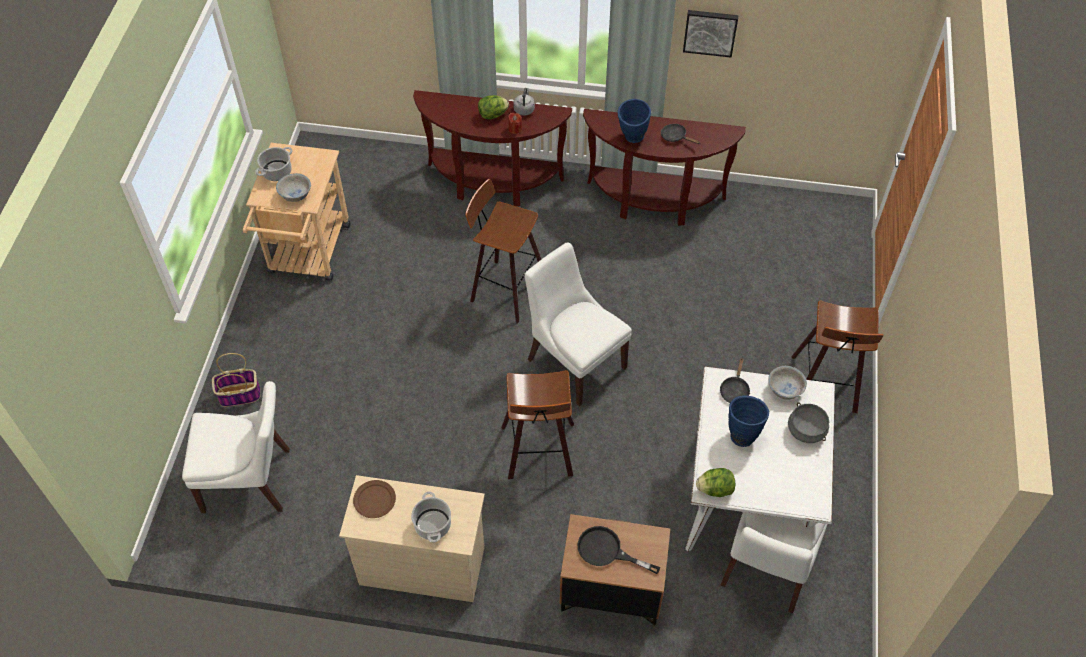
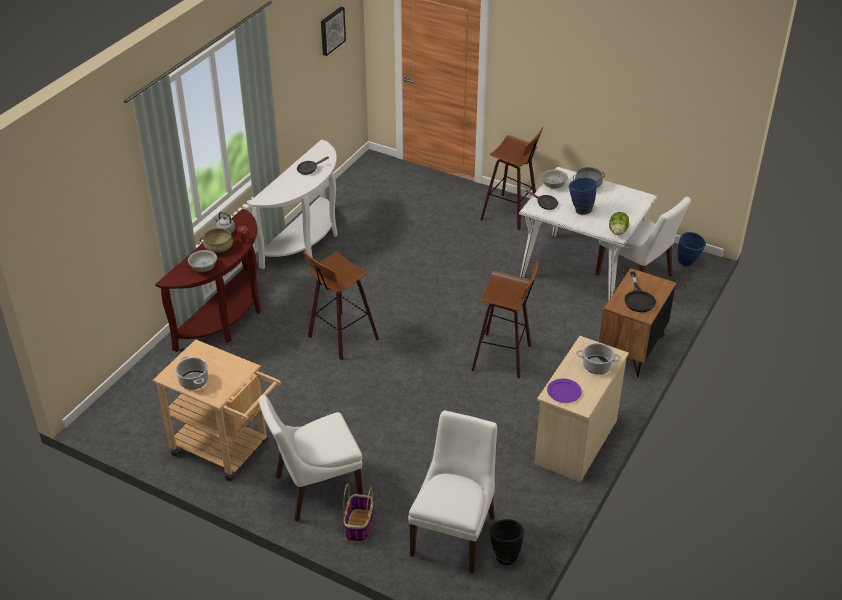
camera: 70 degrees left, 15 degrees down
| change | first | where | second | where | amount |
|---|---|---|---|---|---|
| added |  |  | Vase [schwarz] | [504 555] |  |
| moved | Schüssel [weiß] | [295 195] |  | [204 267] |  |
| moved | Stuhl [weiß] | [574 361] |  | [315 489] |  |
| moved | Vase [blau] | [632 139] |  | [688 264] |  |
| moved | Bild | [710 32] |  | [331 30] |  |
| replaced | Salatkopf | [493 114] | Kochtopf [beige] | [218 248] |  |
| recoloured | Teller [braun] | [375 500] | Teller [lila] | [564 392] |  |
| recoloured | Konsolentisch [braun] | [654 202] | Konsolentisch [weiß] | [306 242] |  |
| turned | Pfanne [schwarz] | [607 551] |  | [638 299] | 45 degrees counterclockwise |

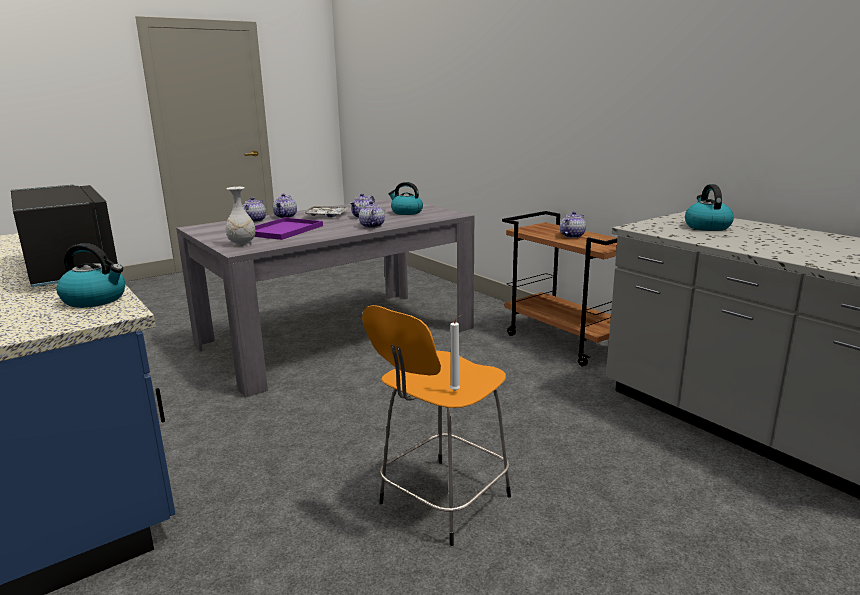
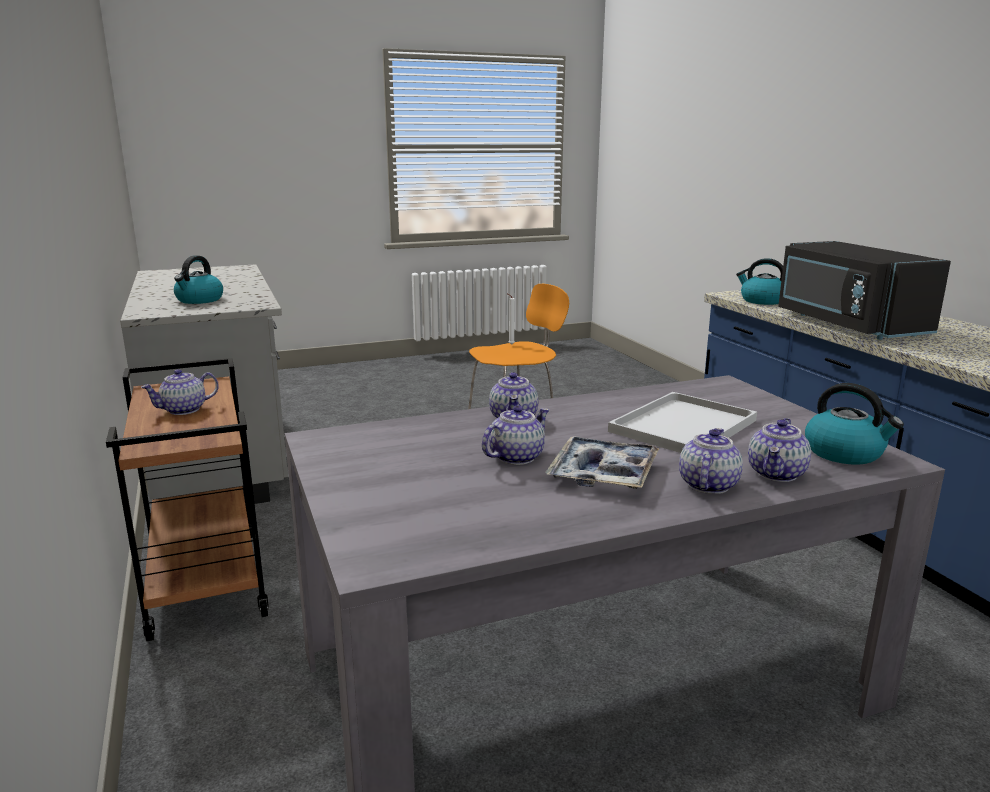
camera: 165 degrees left, 0 degrees up
| change | first | where | second | where | amount |
|---|---|---|---|---|---|
| removed | Vase [weiß] | [241 244] |  |  |  |
| moved | Wasserkessel | [406 212] |  | [845 453] |  |
| recoloured | Tablett [lila] | [282 230] | Tablett [weiß] | [683 425] |  |

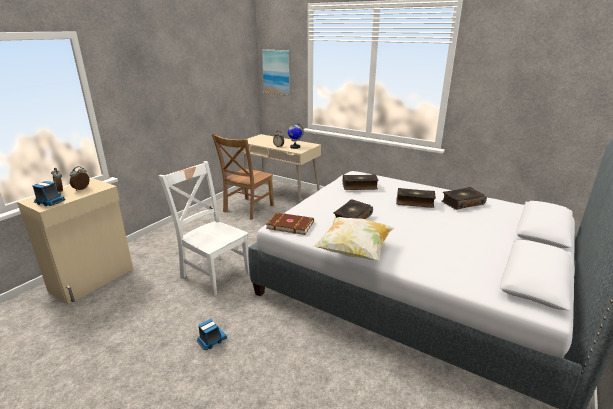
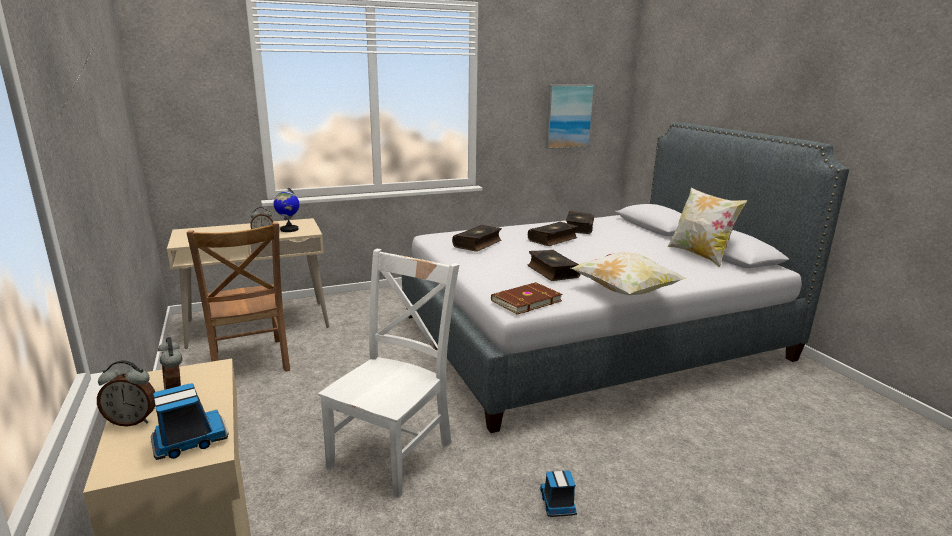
camera: 55 degrees left, 5 degrees down
| change | first | where | second | where | amount |
|---|---|---|---|---|---|
| added |  |  | Kissen | [700 255] |  |
| moved | Bild | [277 72] |  | [568 116] |  |
| turned | Stuhl [weiß] | [214 273] |  | [394 452] | 135 degrees clockwise |

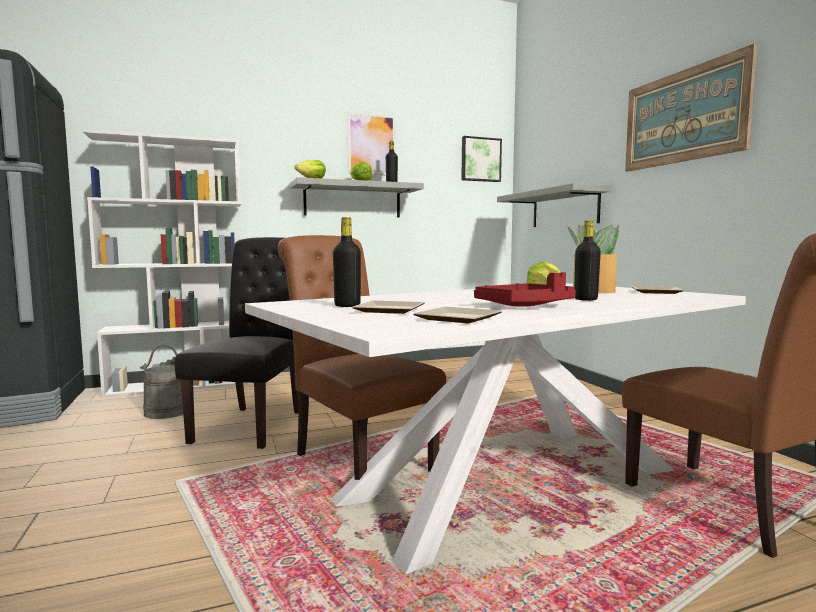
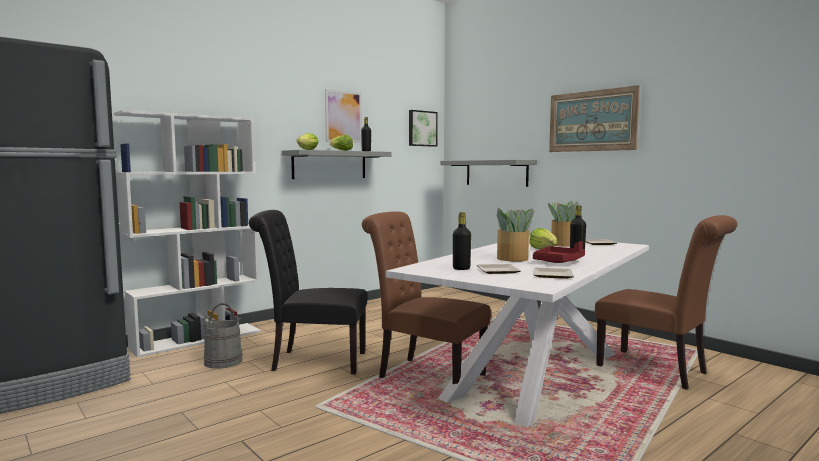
camera: 20 degrees left, 0 degrees up
| change | first | where | second | where | amount |
|---|---|---|---|---|---|
| added |  |  | Topfpflanze | [513 259] |  |
| turned | Stuhl [schwarz] | [253 423] |  | [313 361] | 75 degrees counterclockwise |

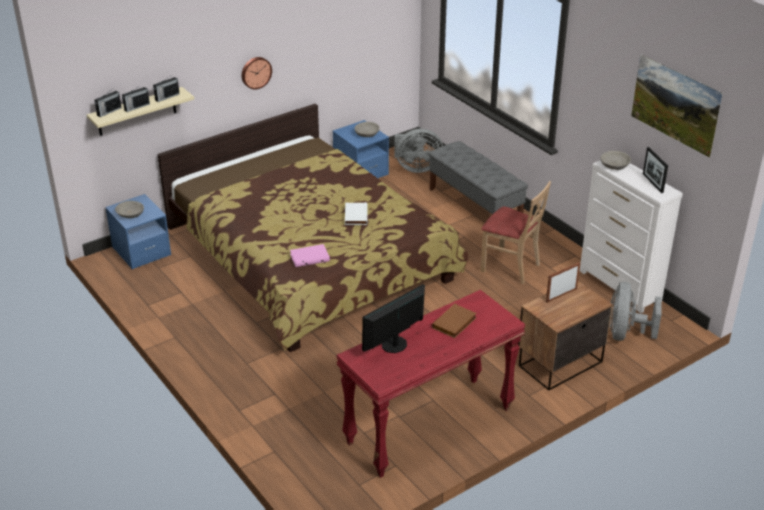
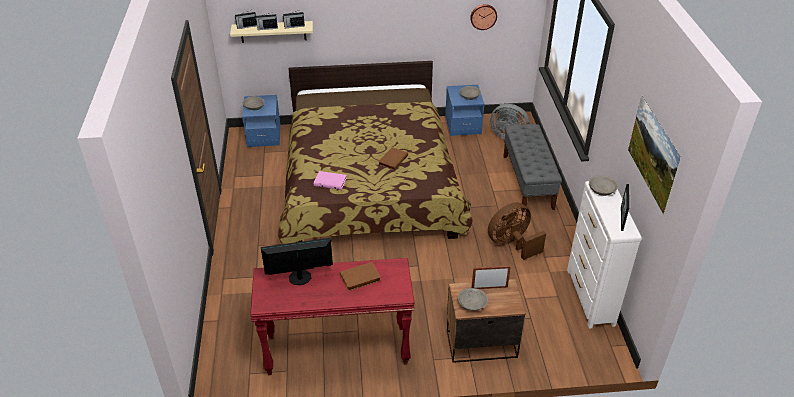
camera: 30 degrees right, 5 degrees up
| change | first | where | second | where | amount |
|---|---|---|---|---|---|
| removed | Ventilator [grau] | [625 333] |  |  |  |
| added |  |  | Schüssel [grau] | [472 304] |  |
| moved | Wanduhr | [255 72] |  | [483 16] |  |
| replaced | Stuhl [beige] | [510 267] | Ventilator [braun] | [512 244] |  |
| recoloured | Buch [weiß] | [355 215] | Buch [braun] | [392 160] |  |

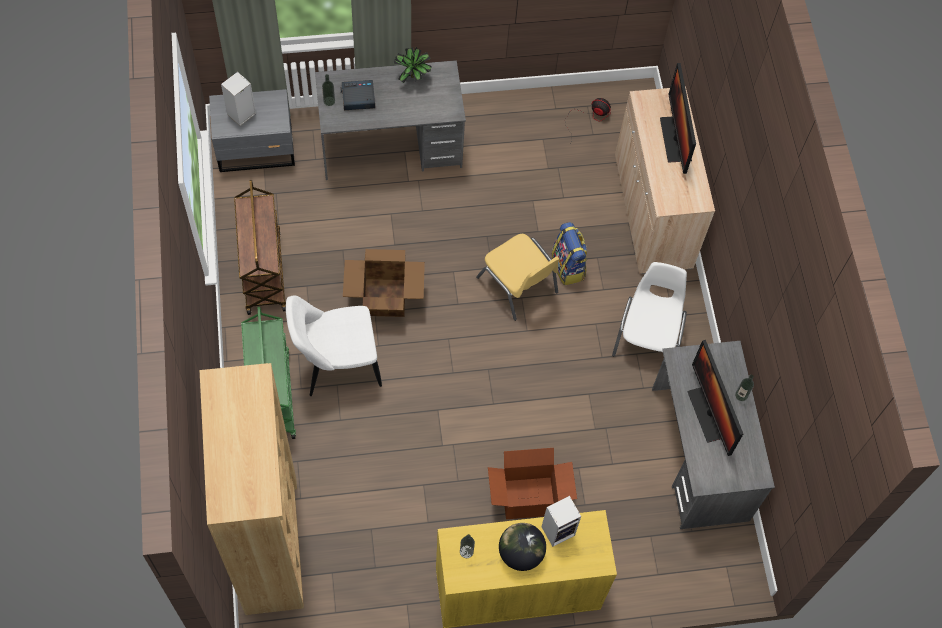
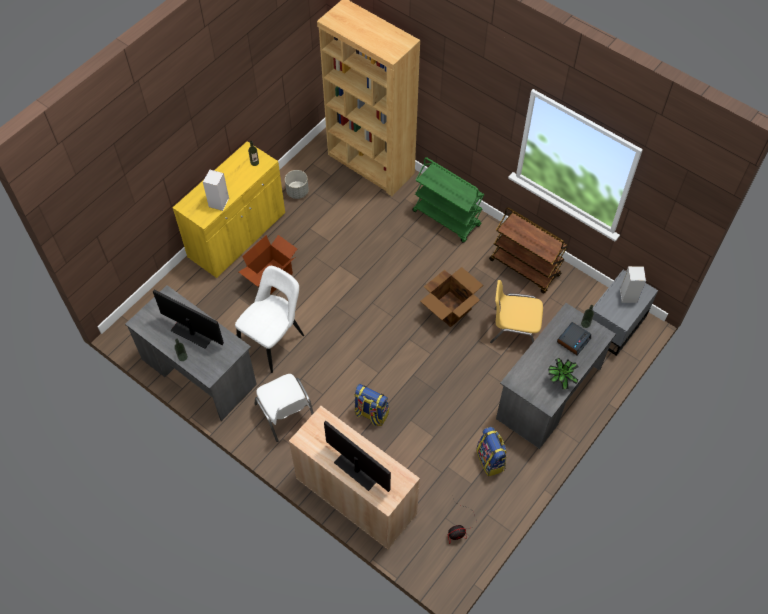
camera: 140 degrees right, 5 degrees down
| change | first | where | second | where | amount |
|---|---|---|---|---|---|
| removed | Globus | [520 553] |  |  |  |
| added |  |  | Pflanzkübel [grau] | [297 192] |  |
| added |  |  | Rucksack | [491 460] |  |
| moved | Stuhl [weiß] | [337 366] |  | [274 341] |  |
| moved | Stuhl [gelb] | [518 285] |  | [514 328] |  |

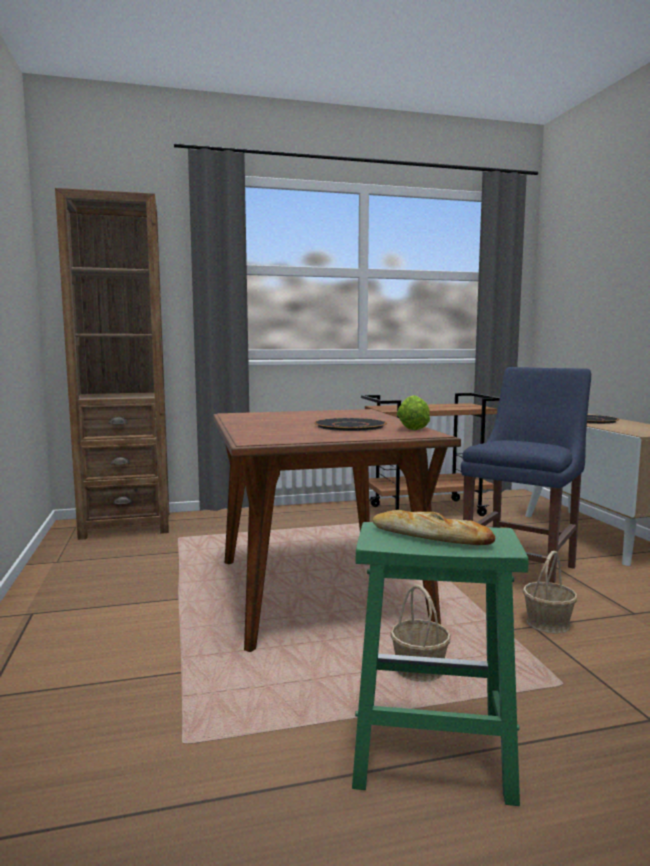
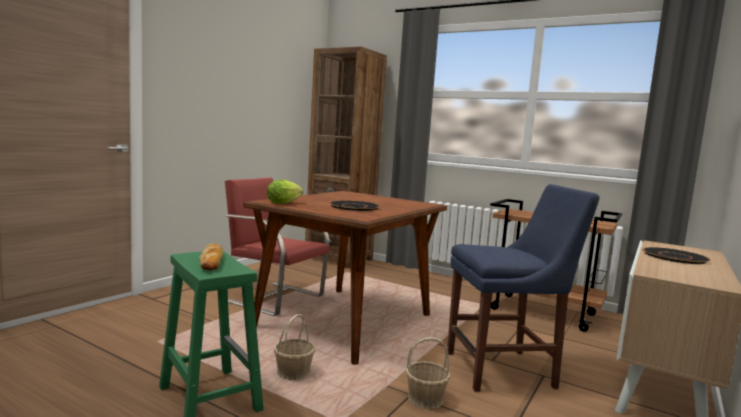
camera: 45 degrees right, 0 degrees up
| change | first | where | second | where | amount |
|---|---|---|---|---|---|
| added |  |  | Stuhl [rot] | [274 298] |  |
| moved | Salatkopf | [412 428] |  | [285 203] |  |

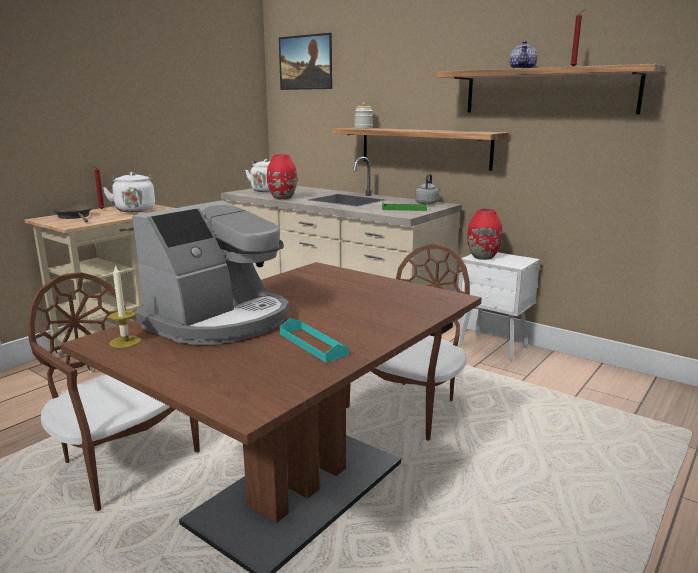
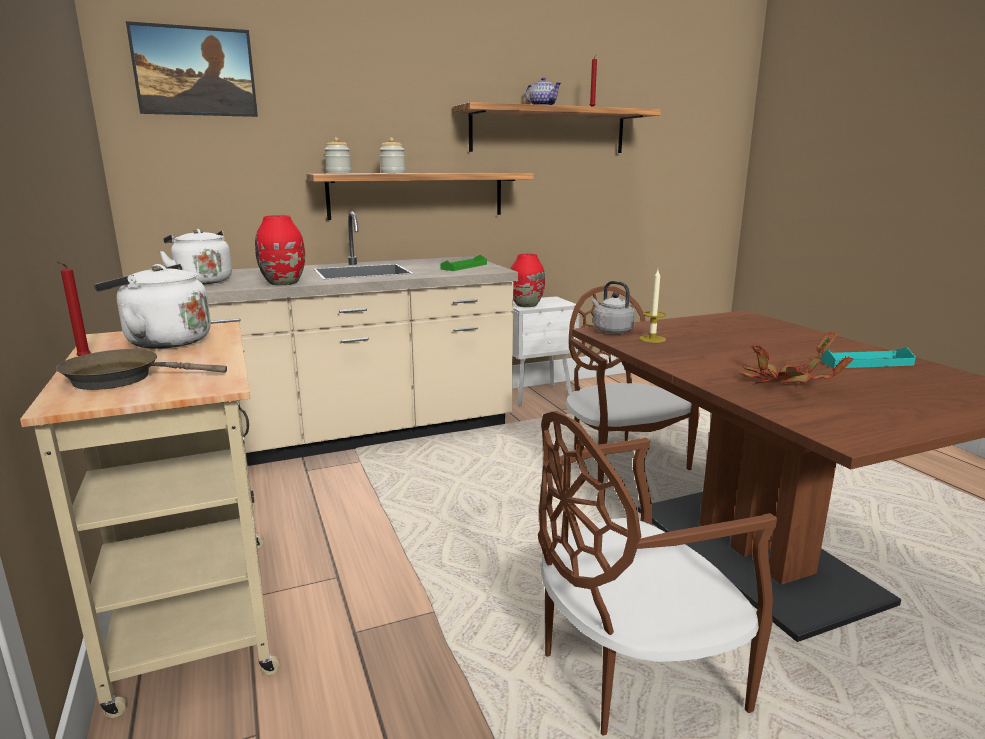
camera: 60 degrees left, 0 degrees up
| change | first | where | second | where | amount |
|---|---|---|---|---|---|
| added |  |  | Vorratsglas | [393 173] |  |
| moved | Kerze | [125 342] |  | [652 339] |  |
| moved | Wasserkessel [grau] | [427 203] |  | [611 330] |  |
| replaced | Kaffeemaschine | [220 321] | Topfpflanze | [782 382] |  |

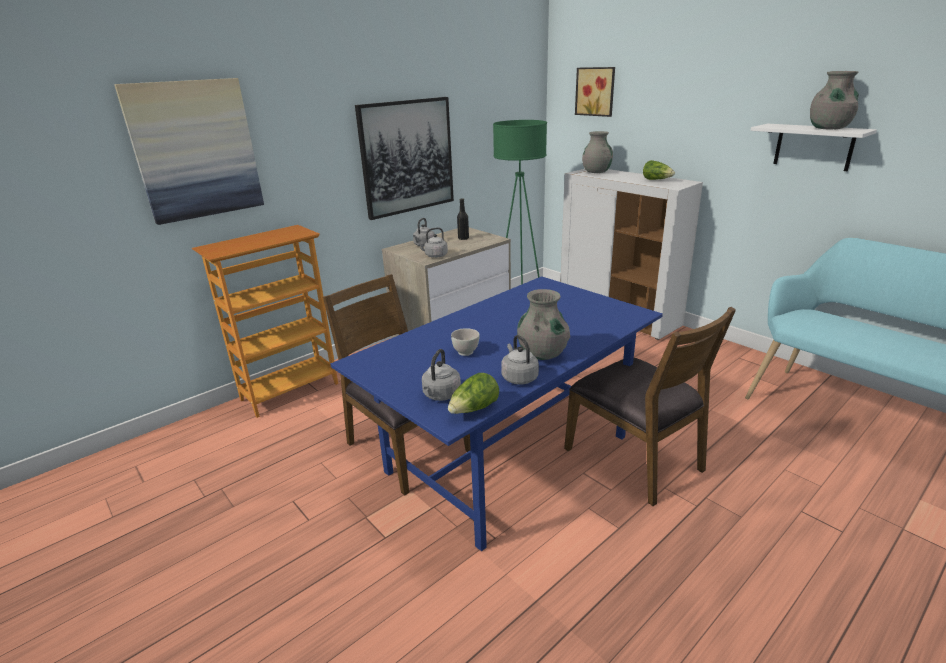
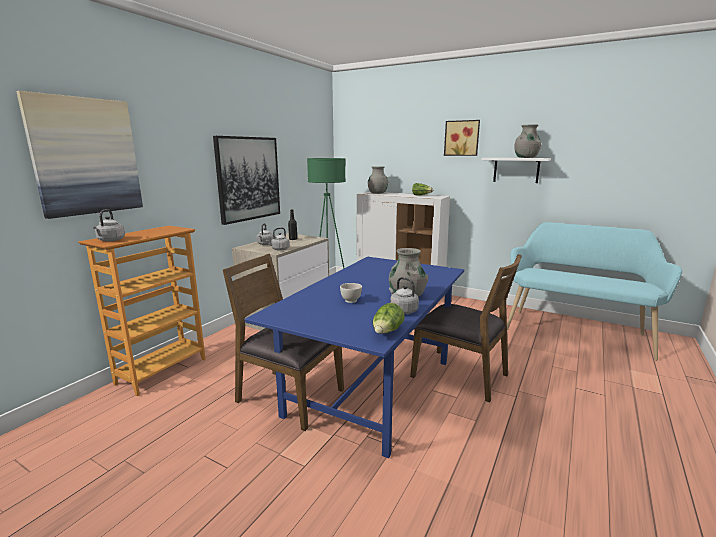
camera: 20 degrees left, 10 degrees down
| change | first | where | second | where | amount |
|---|---|---|---|---|---|
| moved | Wasserkessel [grau] | [441 395] |  | [110 240] |  |
| moved | Bild | [596 91] |  | [462 138] |  |

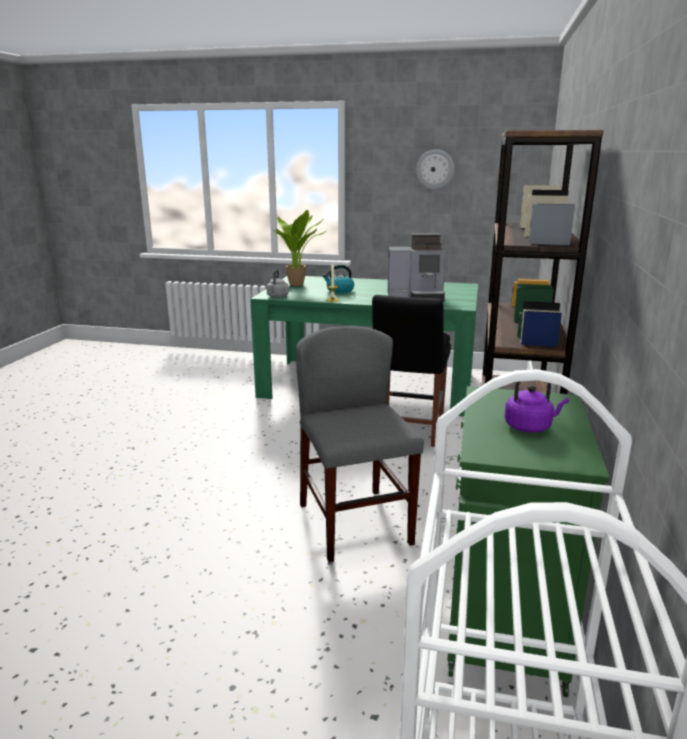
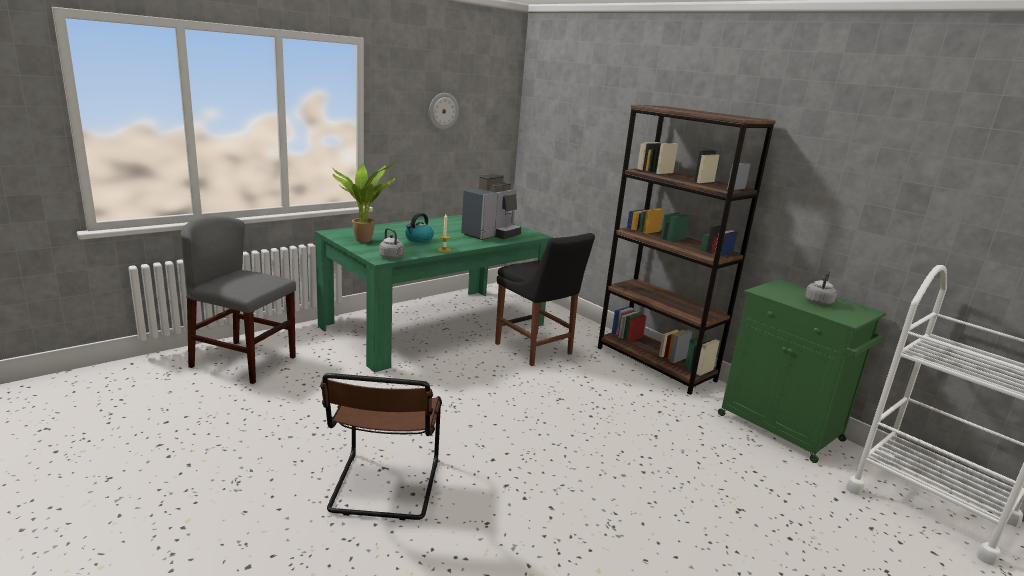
camera: 55 degrees left, 0 degrees up
| change | first | where | second | where | amount |
|---|---|---|---|---|---|
| added |  |  | Stuhl [braun] | [384 488] |  |
| moved | Stuhl [grau] | [354 524] |  | [244 362] |  |
| recoloured | Wasserkessel [lila] | [530 427] | Wasserkessel [grau] | [818 302] |  |

